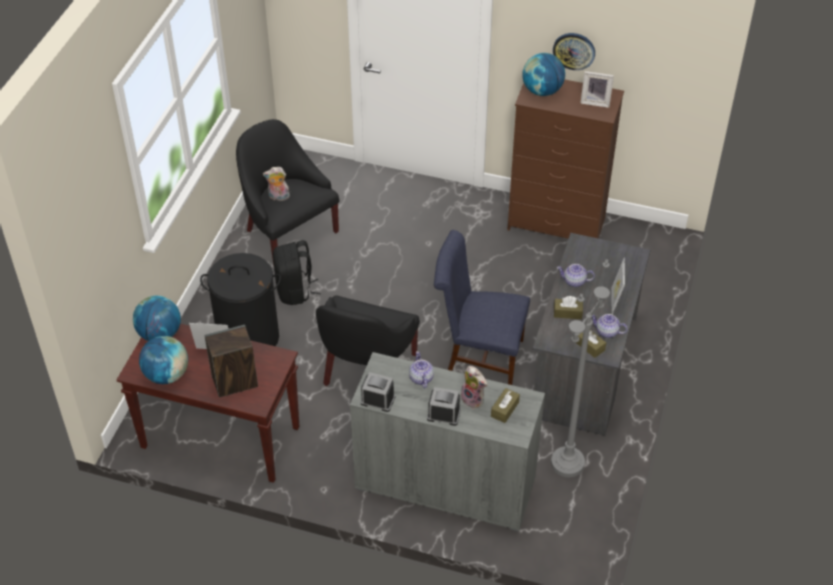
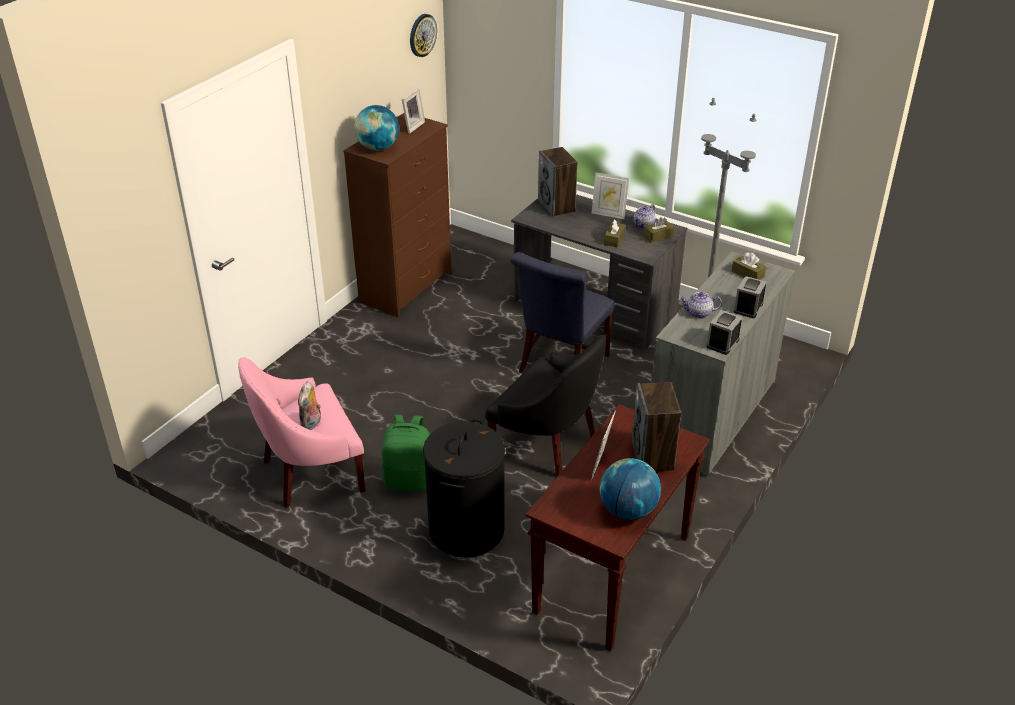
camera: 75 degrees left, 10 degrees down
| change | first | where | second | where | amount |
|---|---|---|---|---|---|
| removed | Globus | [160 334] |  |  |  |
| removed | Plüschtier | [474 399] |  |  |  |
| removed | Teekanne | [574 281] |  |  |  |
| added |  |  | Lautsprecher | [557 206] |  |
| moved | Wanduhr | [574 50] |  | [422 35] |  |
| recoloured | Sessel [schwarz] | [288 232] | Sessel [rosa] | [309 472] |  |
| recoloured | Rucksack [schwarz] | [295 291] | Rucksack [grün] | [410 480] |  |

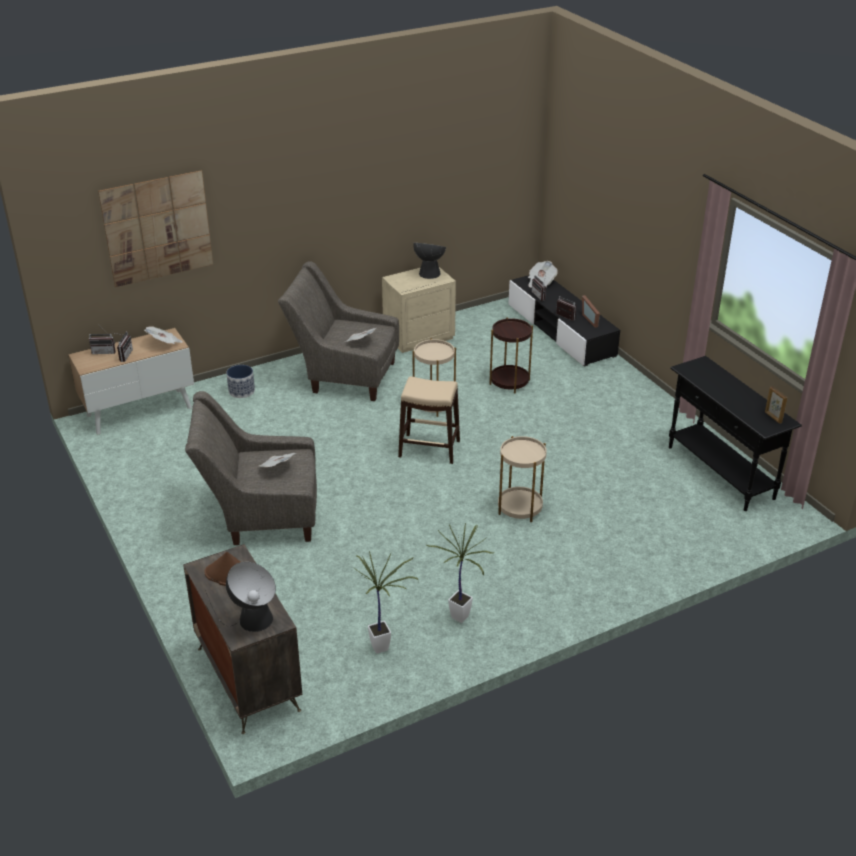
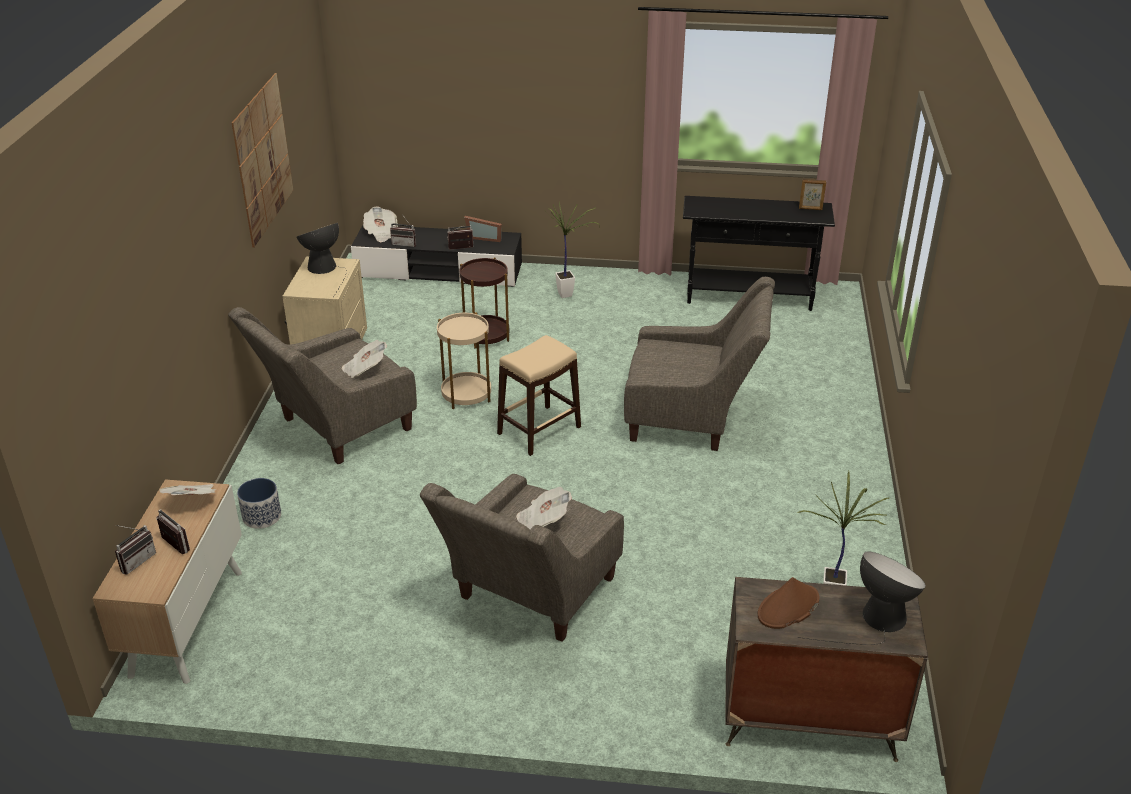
camera: 55 degrees left, 0 degrees up
| change | first | where | second | where | amount |
|---|---|---|---|---|---|
| moved | Bild | [157 228] |  | [263 159] |  |
| moved | Topfpflanze | [461 620] |  | [568 295] |  |
| replaced | Beistelltisch [beige] | [520 508] | Sessel [grau] | [693 418] |  |

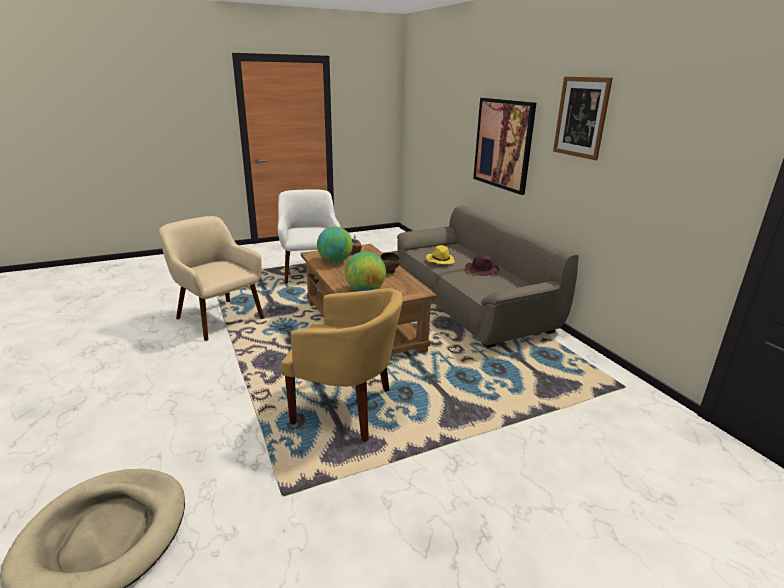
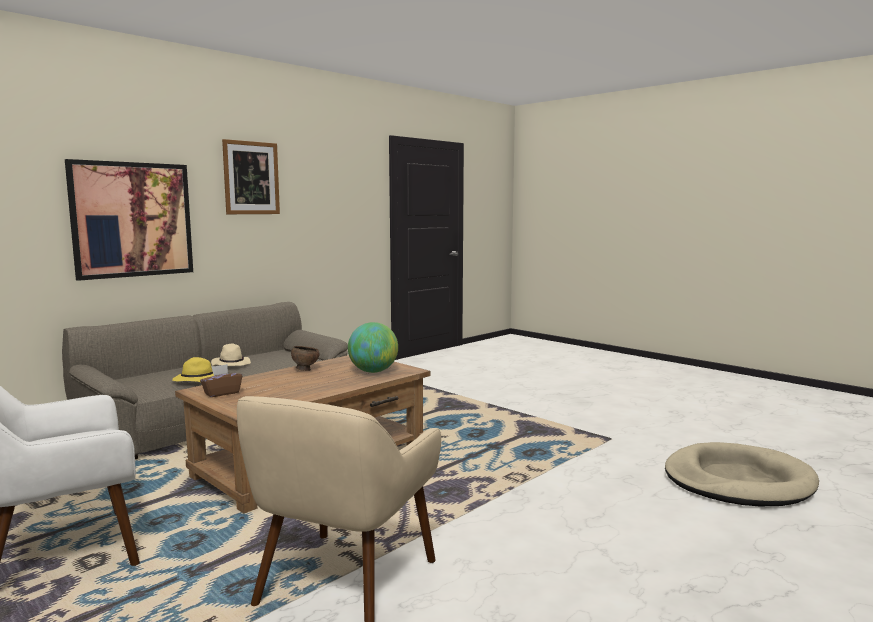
camera: 110 degrees left, 15 degrees down
| change | first | where | second | where | amount |
|---|---|---|---|---|---|
| removed | Sessel [gelb] | [347 408] |  |  |  |
| removed | Globus | [335 261] |  |  |  |
| recoloured | Hut [lila] | [482 270] | Hut [beige] | [231 364] |  |

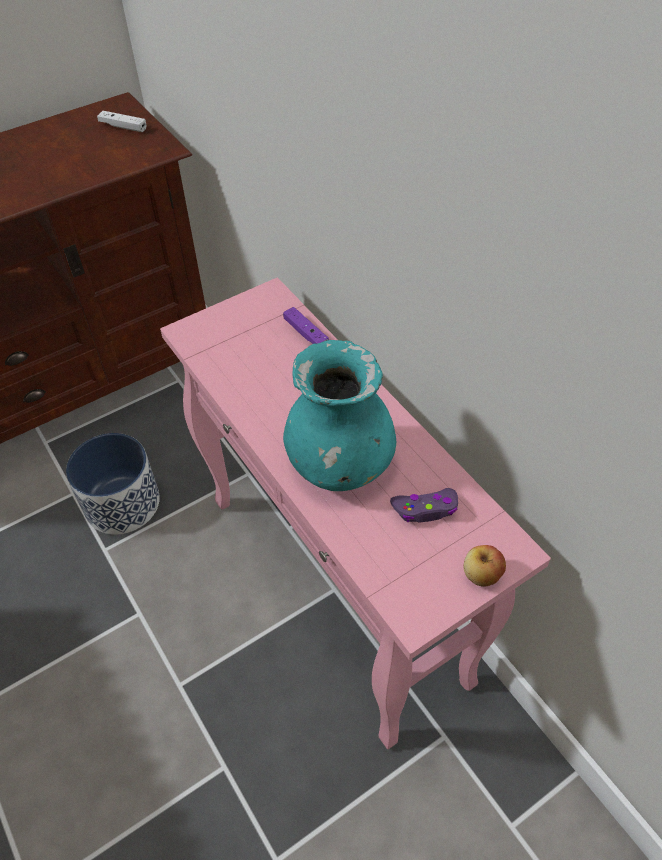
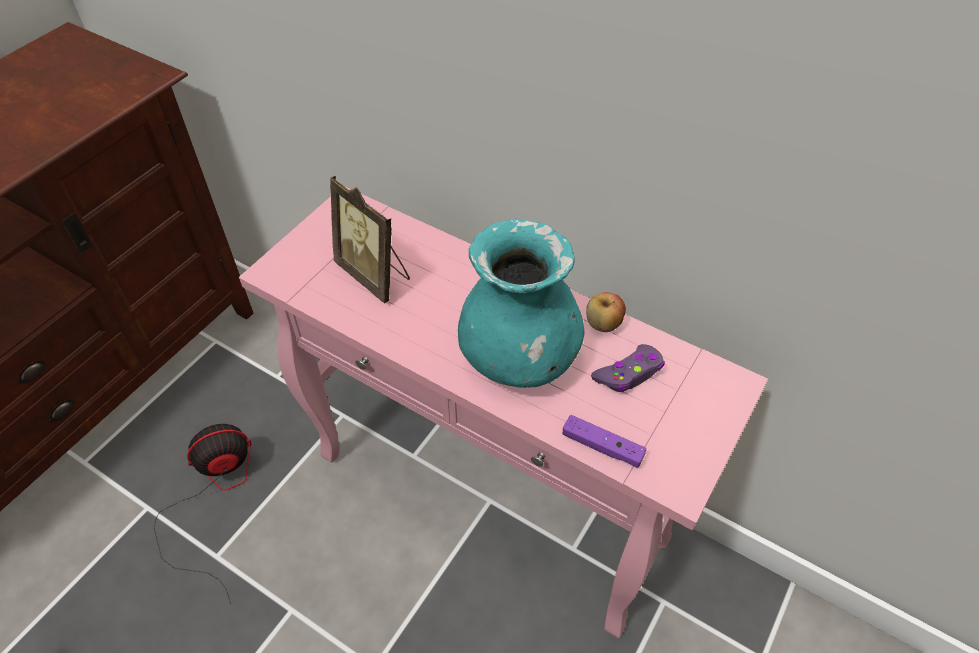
camera: 25 degrees left, 0 degrees up
| change | first | where | second | where | amount |
|---|---|---|---|---|---|
| removed | Gamepad [weiß] | [123 127] |  |  |  |
| added |  |  | Bilderrahmen | [375 275] |  |
| moved | Gamepad [lila] | [306 333] |  | [602 447] |  |
| moved | Apfel | [481 575] |  | [603 324] |  |
| replaced | Pflanzkübel | [123 503] | Ventilator | [214 497] |  |

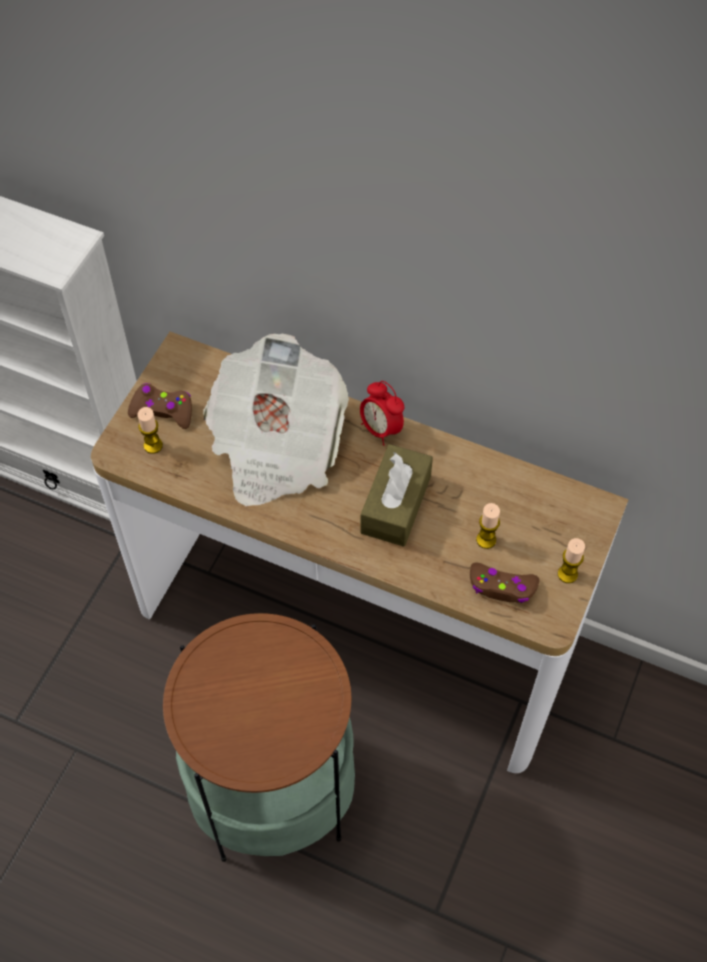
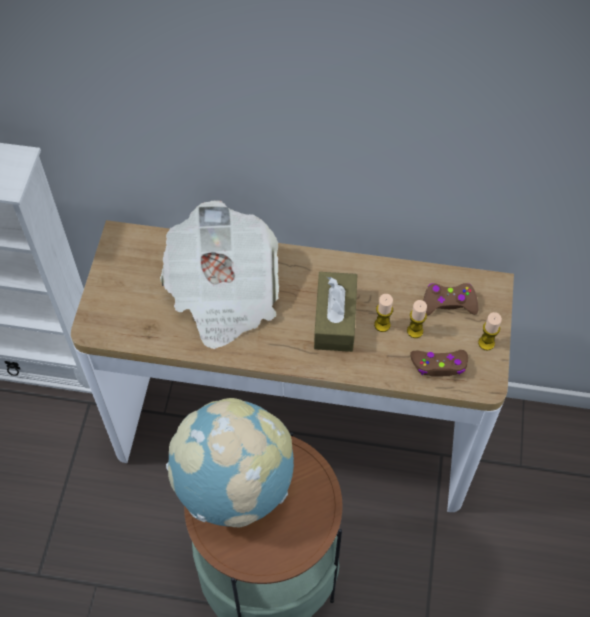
camera: 15 degrees left, 0 degrees up
| change | first | where | second | where | amount |
|---|---|---|---|---|---|
| removed | Wecker | [380 429] |  |  |  |
| added |  |  | Globus | [234 486] |  |
| moved | Gamepad [braun] | [163 410] |  | [448 303] |  |
| moved | Kerze | [153 445] |  | [382 325] |  |

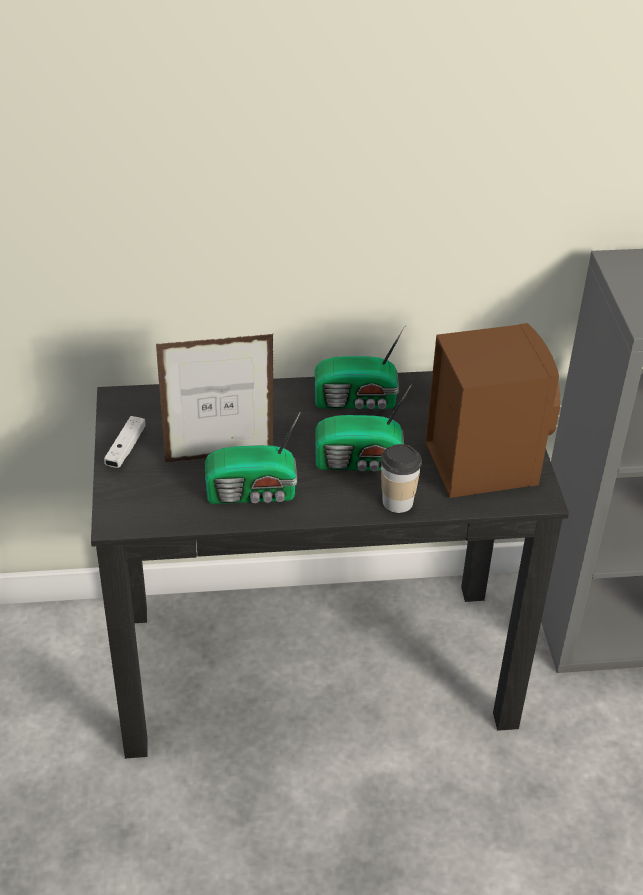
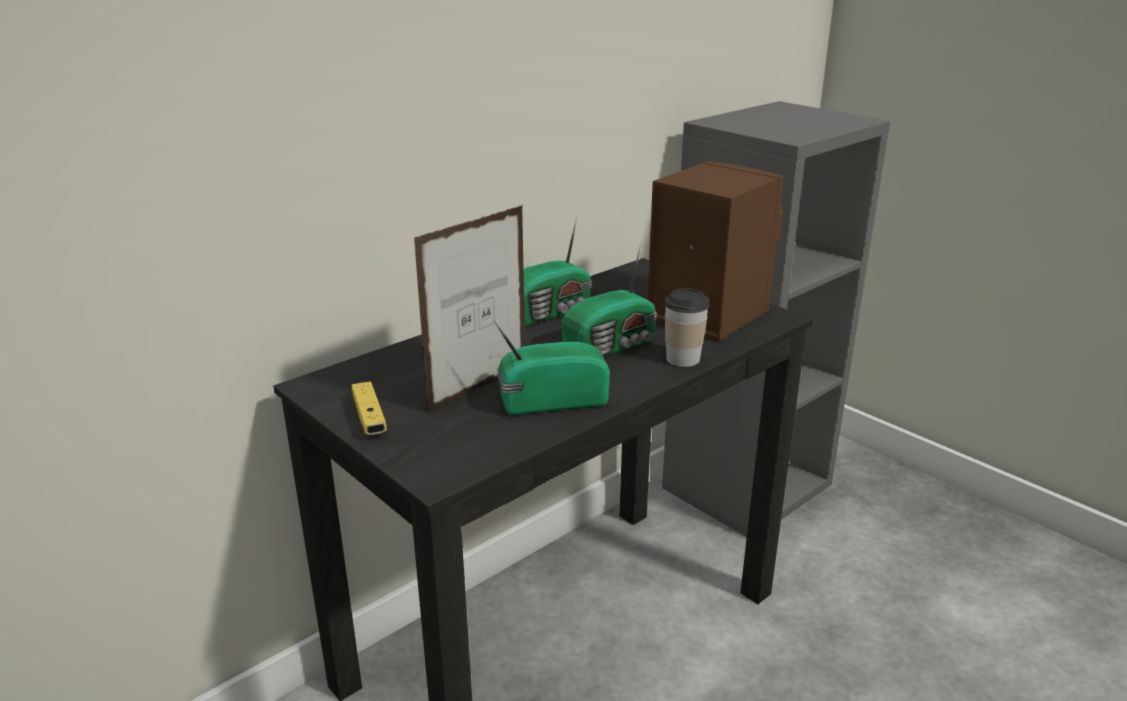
camera: 35 degrees left, 15 degrees down
| change | first | where | second | where | amount |
|---|---|---|---|---|---|
| recoloured | Gamepad [weiß] | [125 448] | Gamepad [gelb] | [369 418] |  |
| turned | Radio | [253 493] |  | [550 400] | 150 degrees counterclockwise |

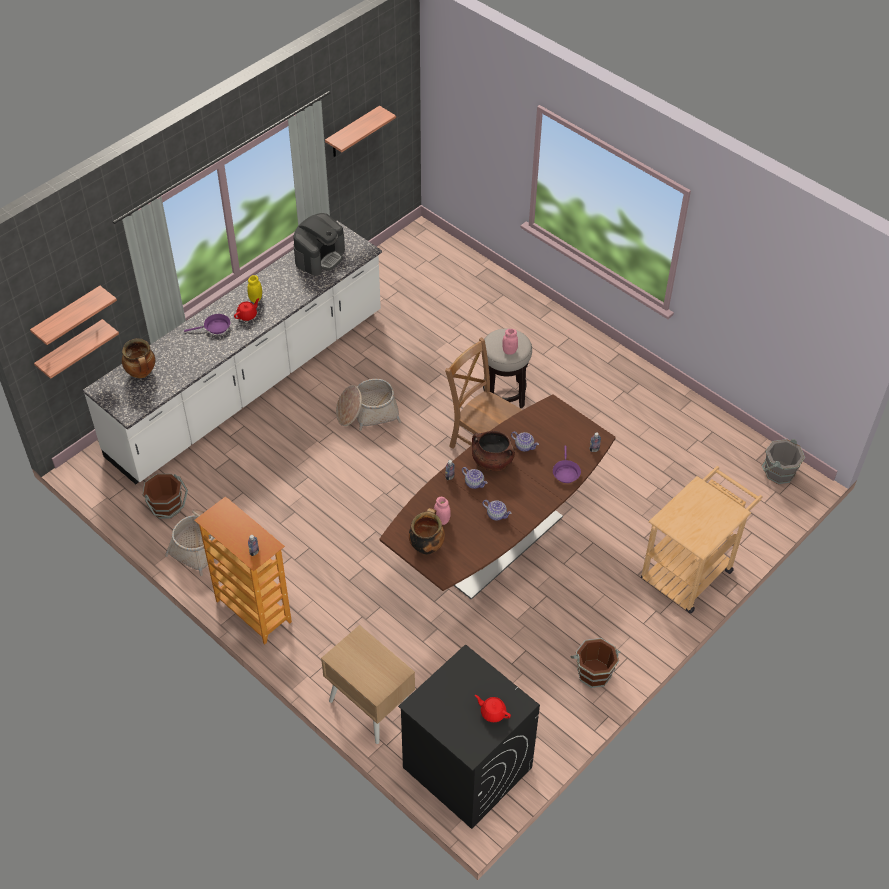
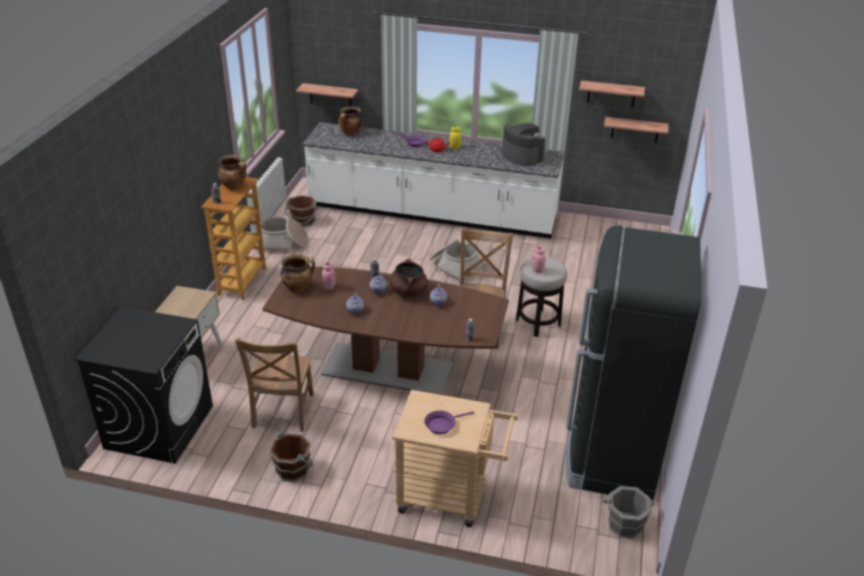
camera: 60 degrees right, 15 degrees down
| change | first | where | second | where | amount |
|---|---|---|---|---|---|
| removed | Teekanne [rot] | [492 712] |  |  |  |
| added |  |  | Kochtopf | [234 186] |  |
| added |  |  | Stuhl [braun] | [282 412] |  |
| added |  |  | Kühlschrank [schwarz] | [611 455] |  |
| moved | Wandregal | [68 317] |  | [635 130] |  |
| moved | Pfanne [lila] | [565 472] |  | [442 425] |  |
| turned | Kaffeemaschine | [320 256] |  | [521 156] | 135 degrees counterclockwise |

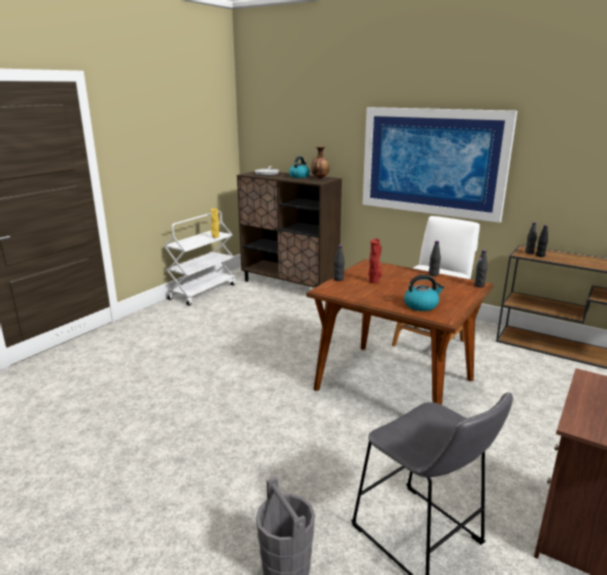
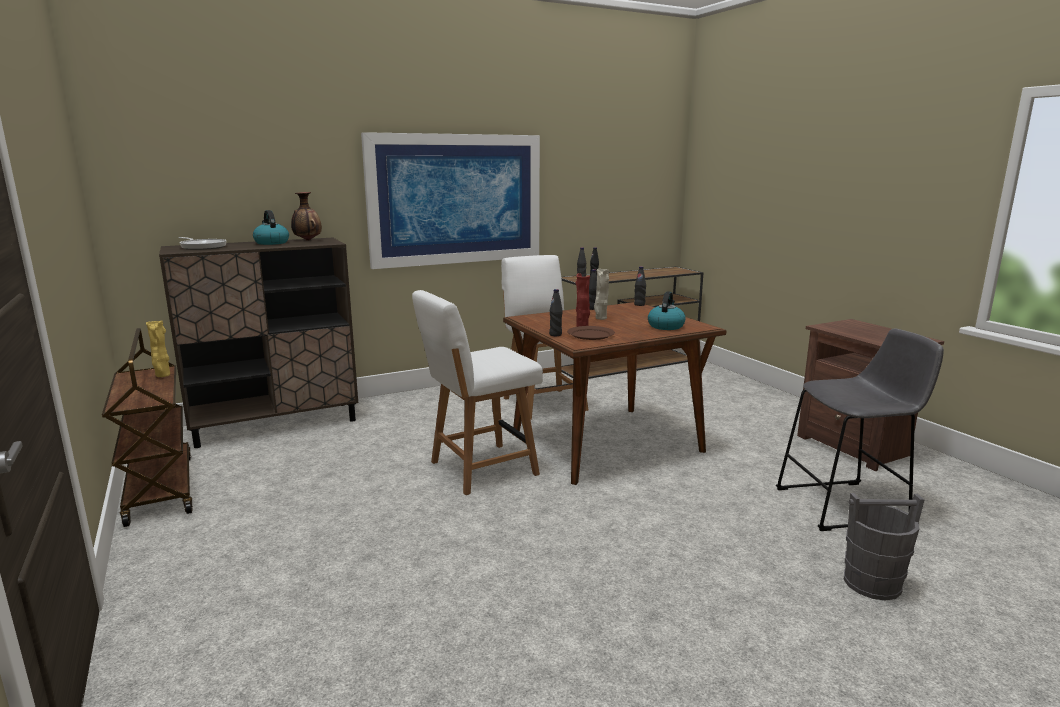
camera: 60 degrees left, 5 degrees down
| change | first | where | second | where | amount |
|---|---|---|---|---|---|
| added |  |  | Stuhl [weiß] | [480 469] |  |
| added |  |  | Teller [braun] | [590 335] |  |
| added |  |  | Vase [beige] | [600 318] |  |
| recoloured | Rollwagen [weiß] | [202 291] | Rollwagen [braun] | [159 489] |  |

